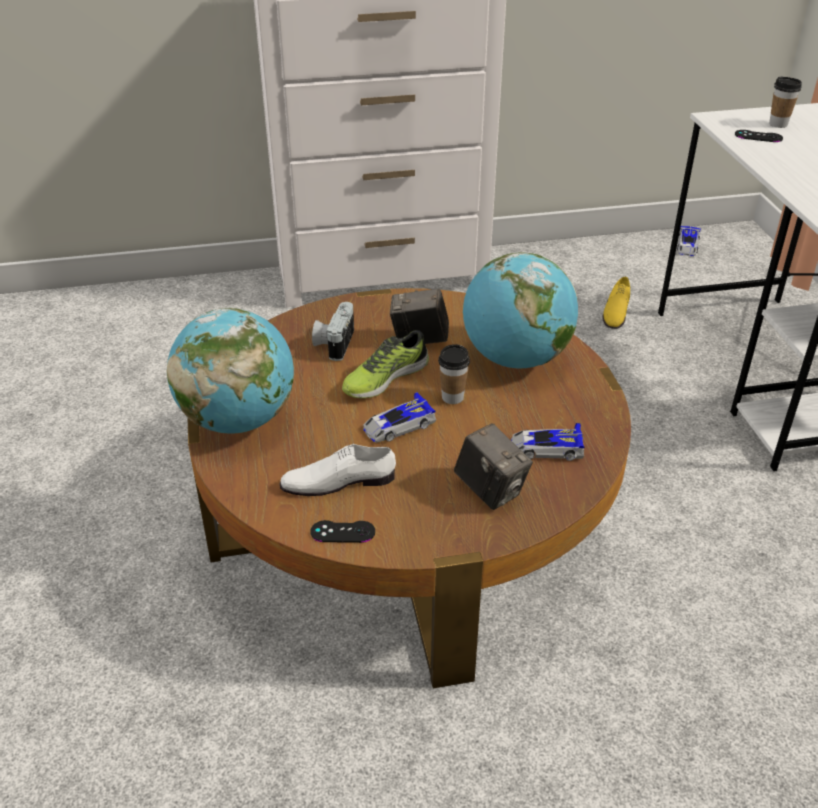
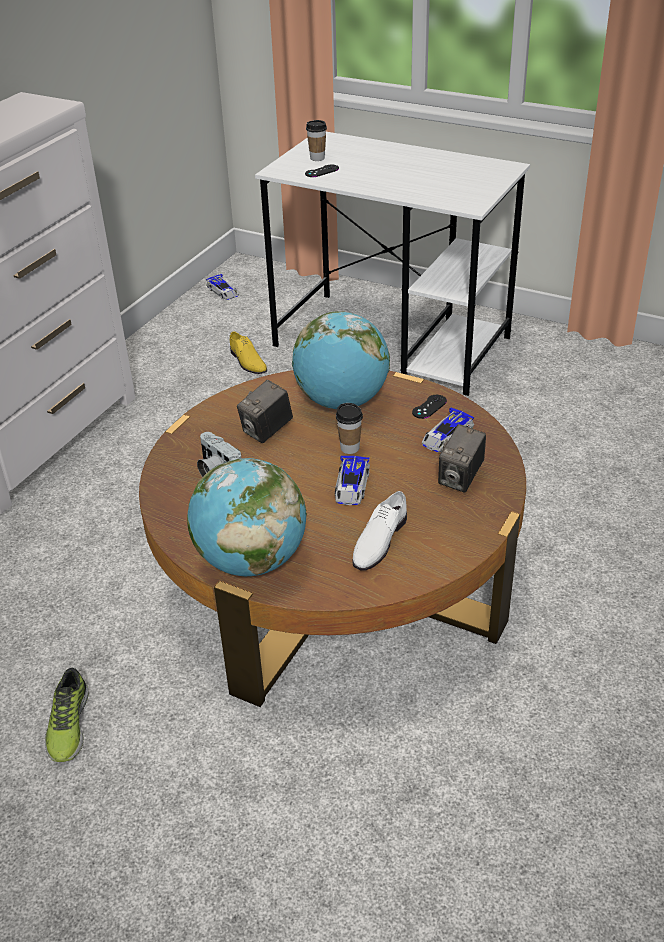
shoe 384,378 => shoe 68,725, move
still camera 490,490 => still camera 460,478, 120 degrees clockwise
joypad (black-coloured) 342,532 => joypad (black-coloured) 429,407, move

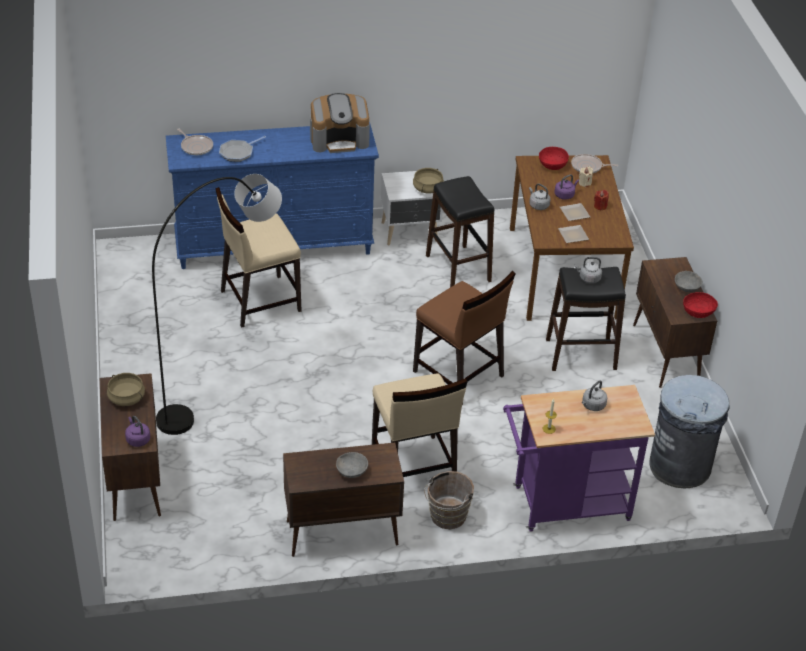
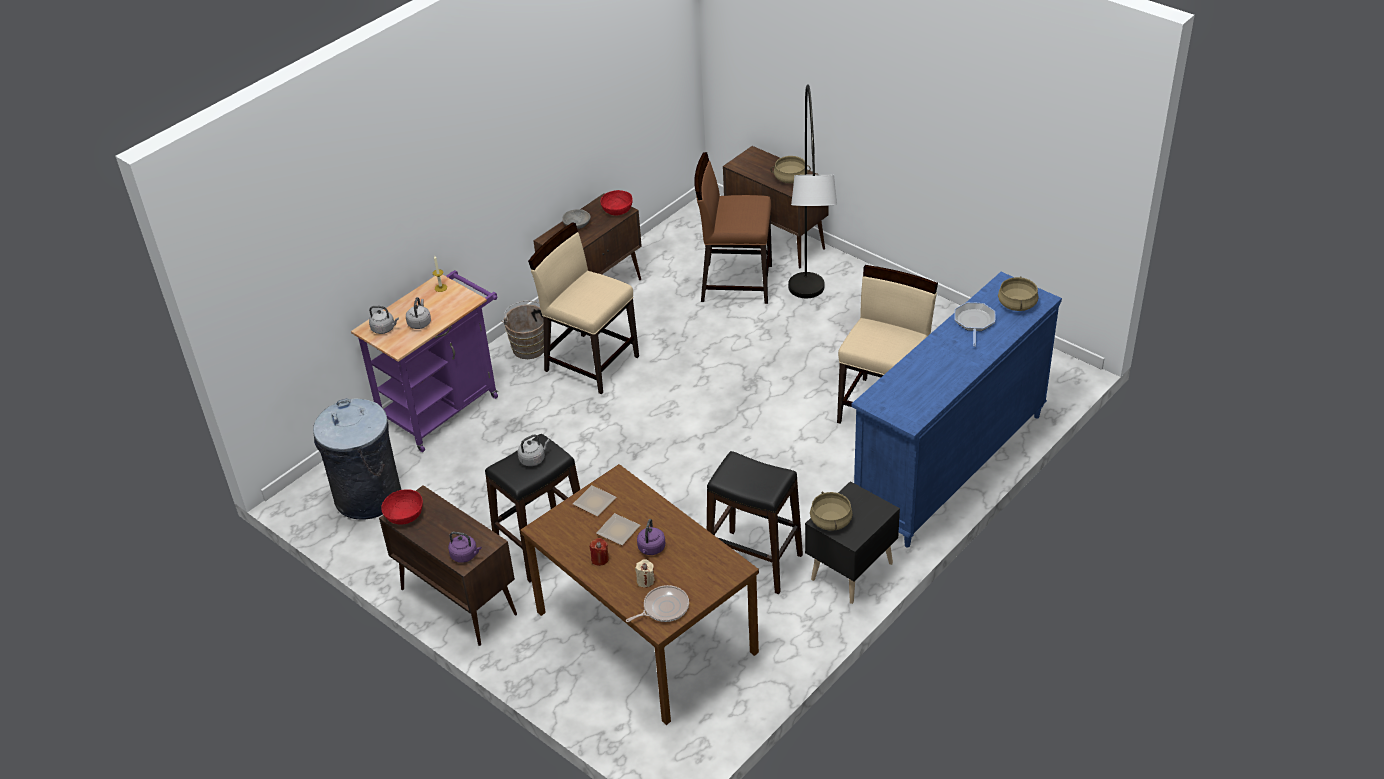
coffee maker 339,139 => nothing
frying pan 196,147 => saucepot (sand-coloured) 1017,304
serving bowl (red-coloured) 552,165 => serving bowl (red-coloured) 617,210, move
nightstand (white-coloured) 410,232 => nightstand (black-coloured) 849,571
water kettle (greyish) 538,205 => water kettle (greyish) 384,329, move
upright chair (brownish) 458,374 => upright chair (brownish) 735,282, move
serving bowl (greyish) 686,287 => nothing
water kettle (purple-coloured) 137,439 => water kettle (purple-coloured) 465,555, move

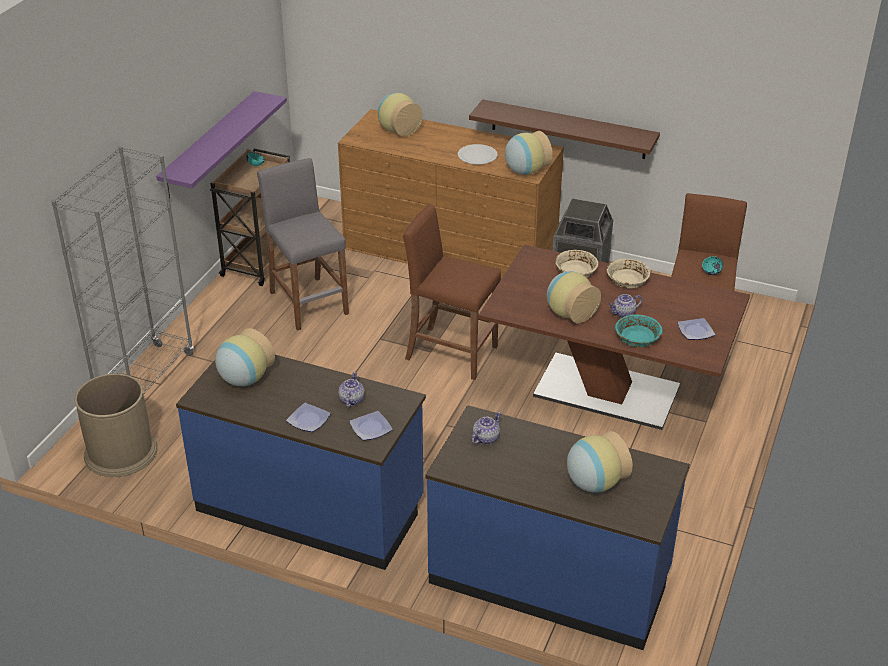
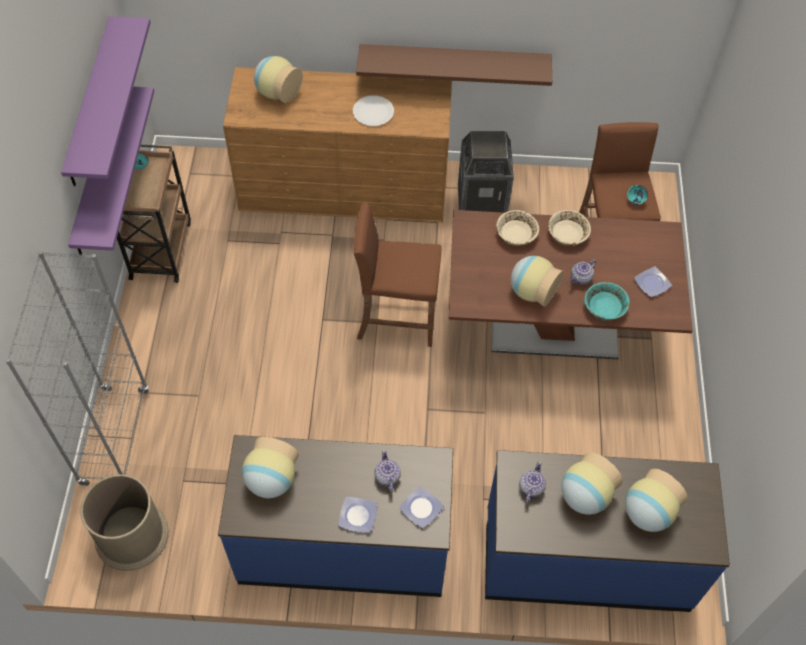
decorative vase 525,171 => decorative vase 584,496, move
sitting stool (greyish) 308,303 => nothing
nothing => bracket shelf (purple-coloured) 90,103

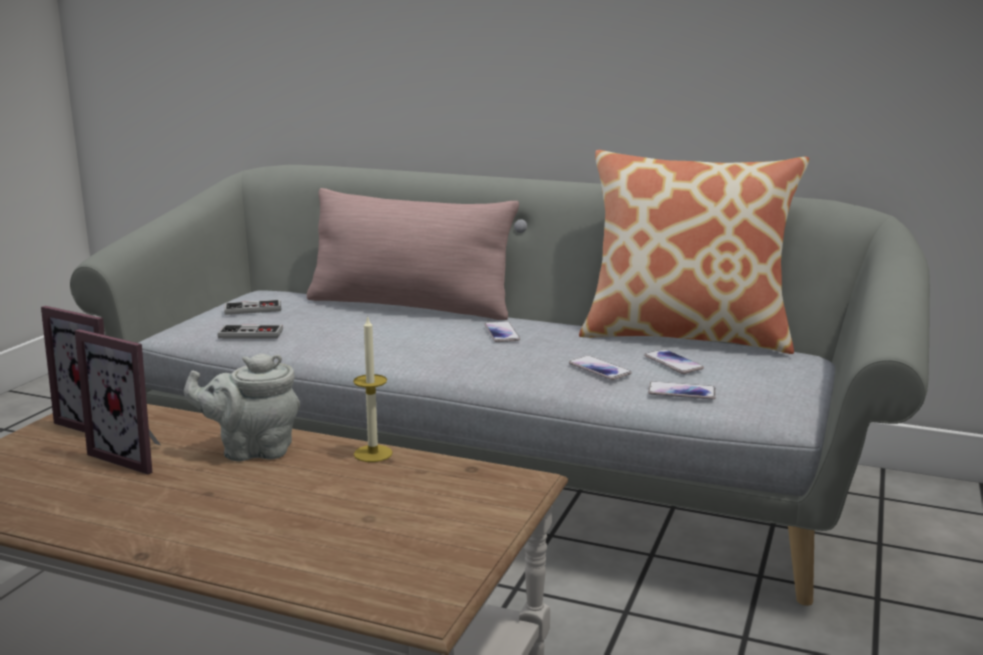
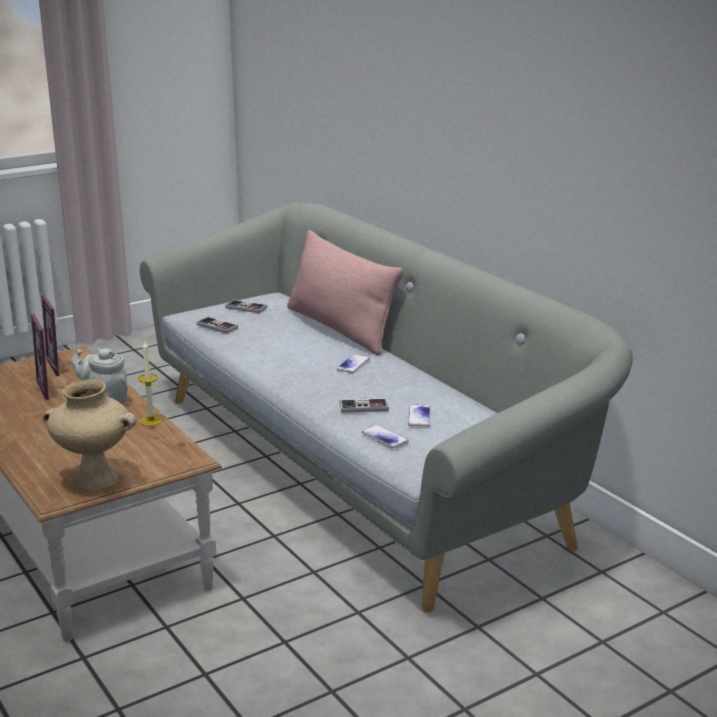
cushion 686,335 => nothing
handset 599,369 => joypad 364,407
nothing => decorative vase (sand-coloured) 94,480

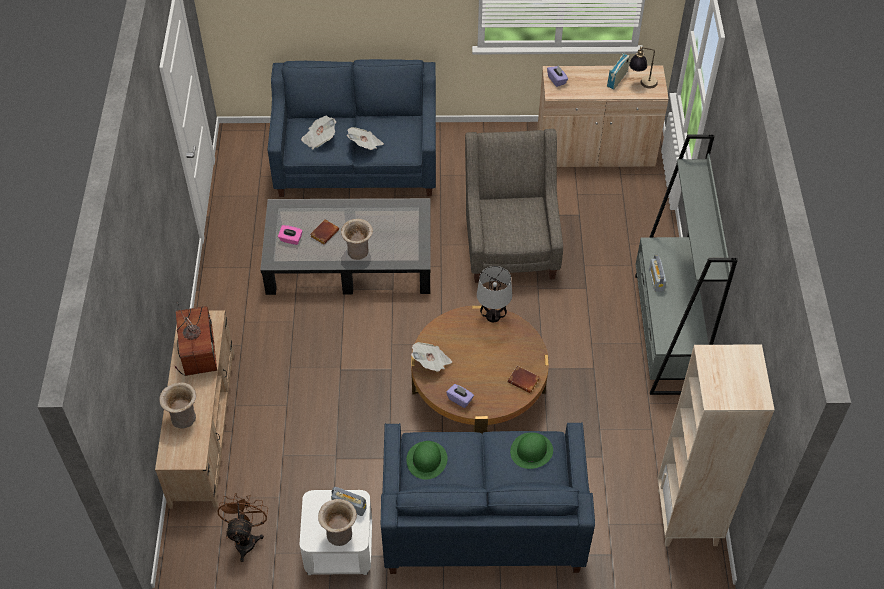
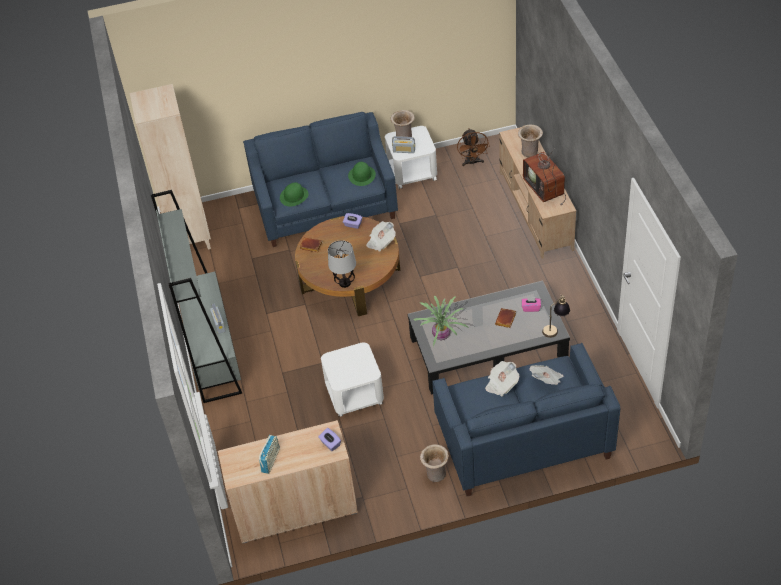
table lamp 641,83 => table lamp 555,328, move
lounge chair (greyish) 510,244 => accent table (white-coloured) 354,394
decorative vase (sand-coloured) 358,252 => decorative vase (sand-coloured) 435,474, move
nothing => houseplant 440,336

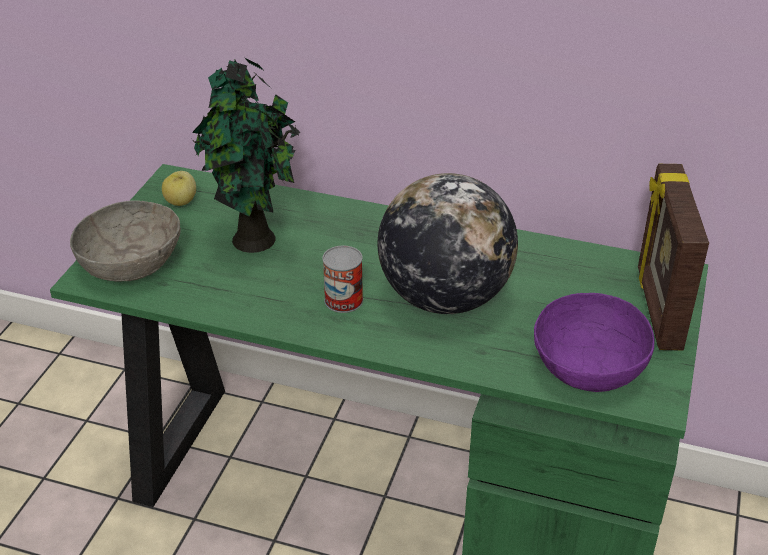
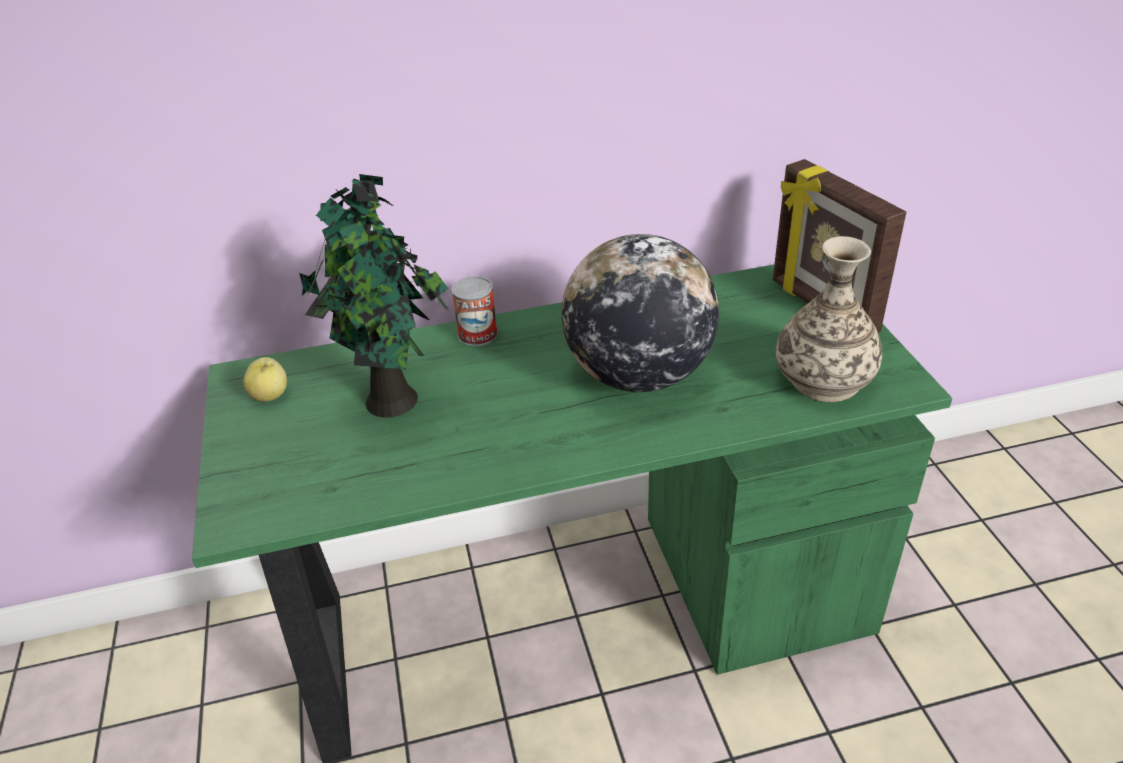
serving bowl (greyish) 131,263 => nothing
sealed can 343,300 => sealed can 477,334, move
serving bowl (purple-coloured) 588,367 => decorative vase 824,380

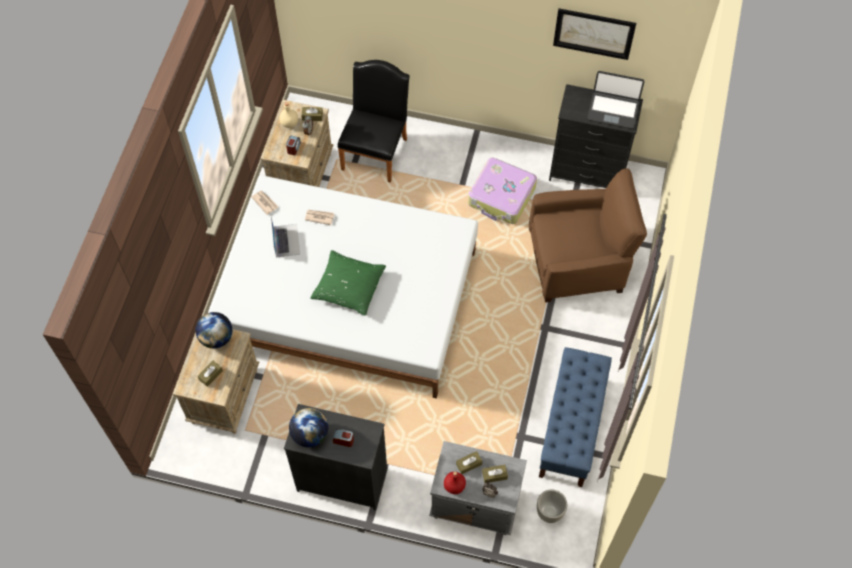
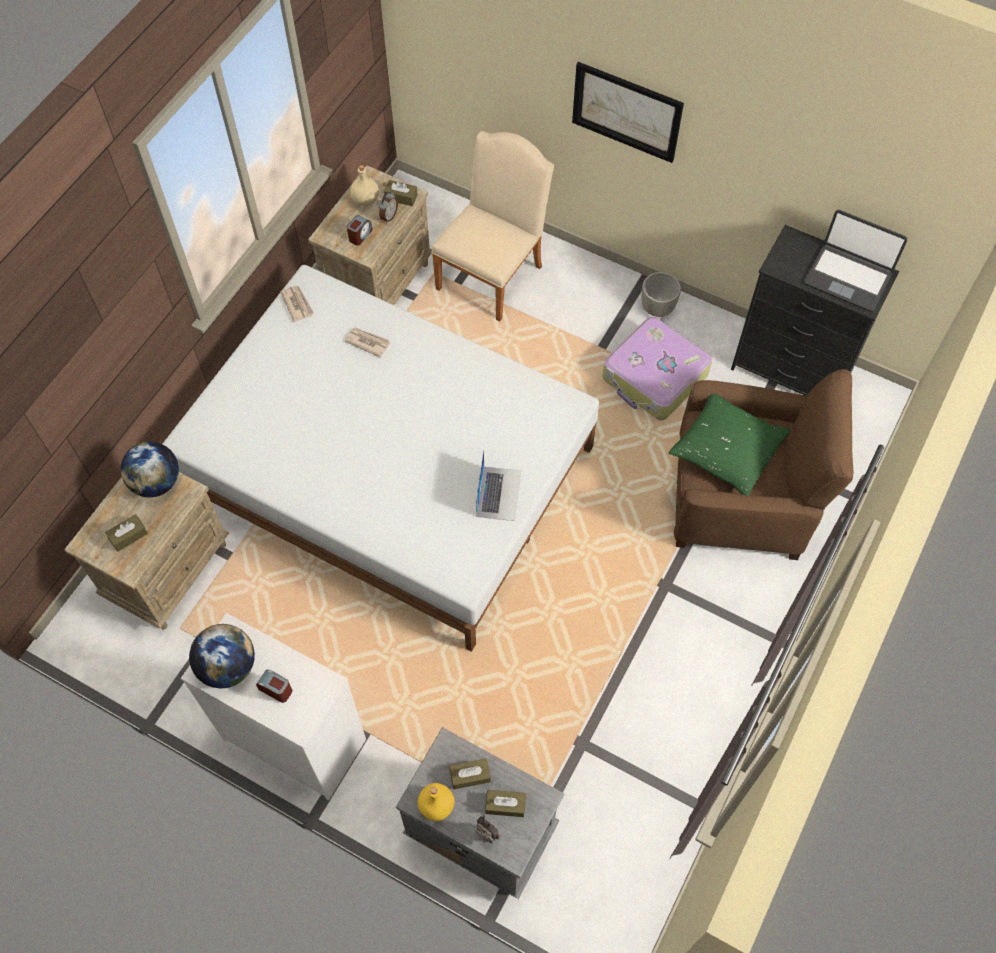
wall picture 594,33 => wall picture 627,111, move
upright chair (black-coloured) 376,150 => upright chair (sand-coloured) 493,272
notebook computer 286,240 => notebook computer 498,493, move
cushion (green-coloured) 348,286 => cushion (green-coloured) 727,449, move
long seat (blue) 571,428 => nothing
drawer chest (black-coloured) 342,479 => drawer chest (white-coloured) 295,738
bottle (red-coloured) 454,486 => bottle (yellowish) 436,805
flower pot (greyish) 550,512 => flower pot (greyish) 658,308, move

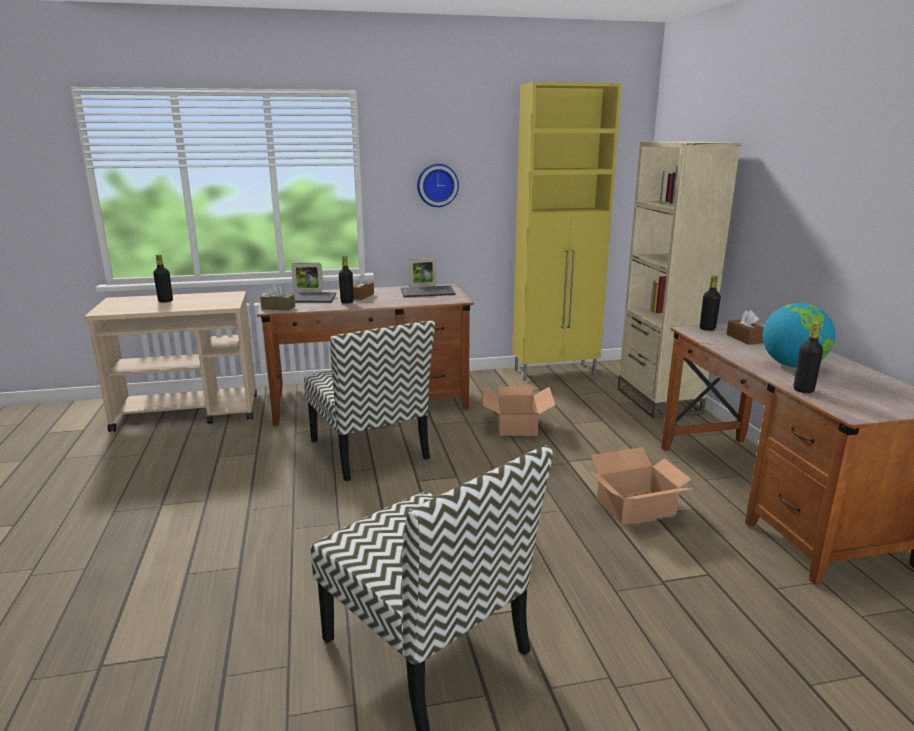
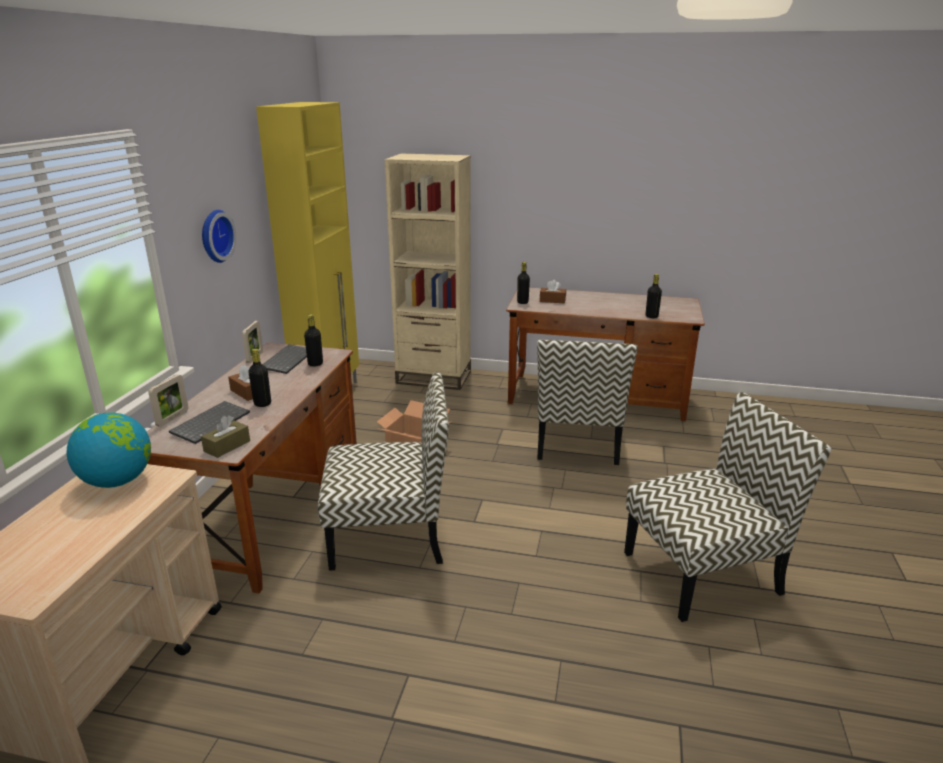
bottle (black-coloured) 165,301 => bottle (black-coloured) 315,364, move
globe 792,365 => globe 118,481, move
carton 634,506 => upright chair 578,441

